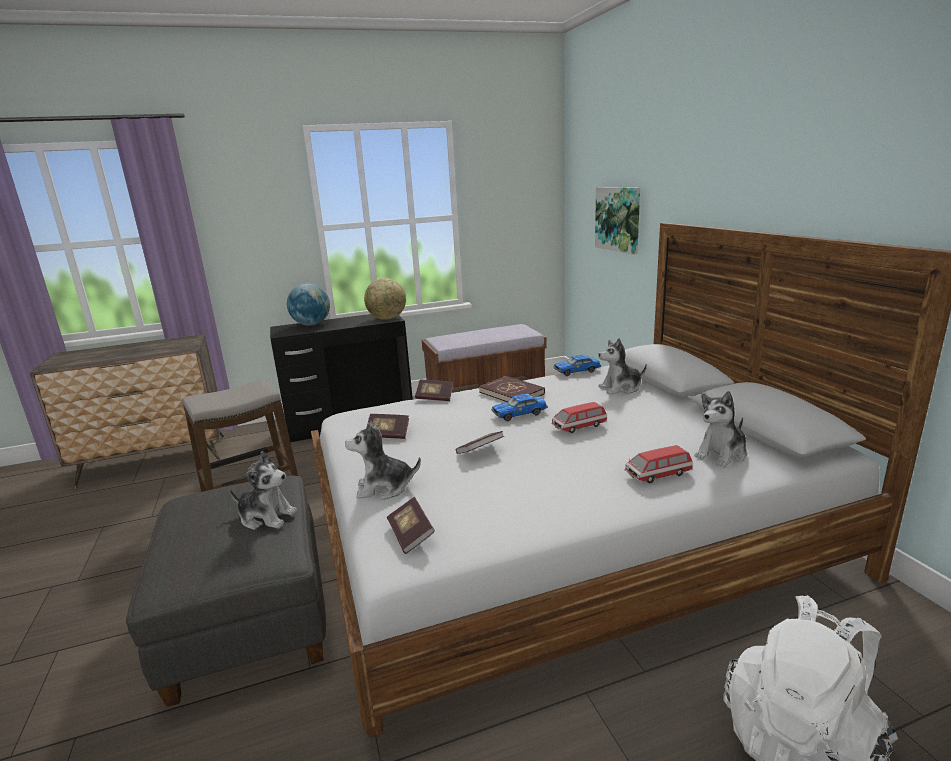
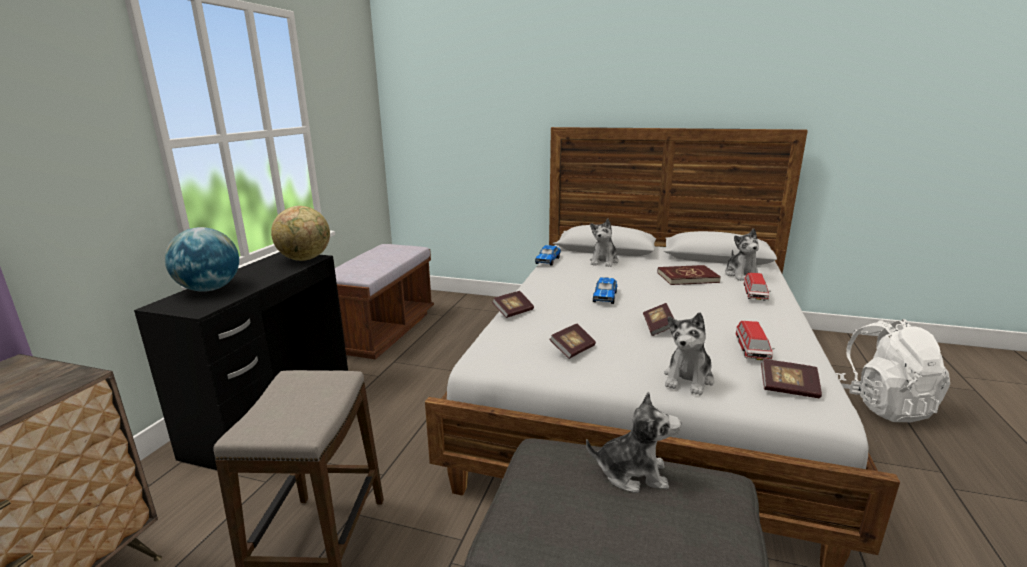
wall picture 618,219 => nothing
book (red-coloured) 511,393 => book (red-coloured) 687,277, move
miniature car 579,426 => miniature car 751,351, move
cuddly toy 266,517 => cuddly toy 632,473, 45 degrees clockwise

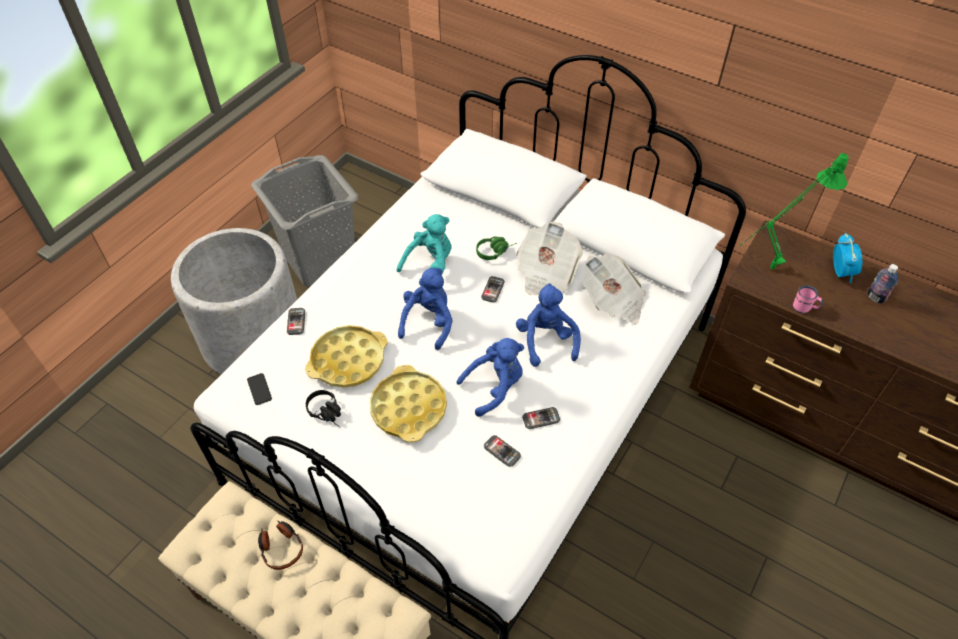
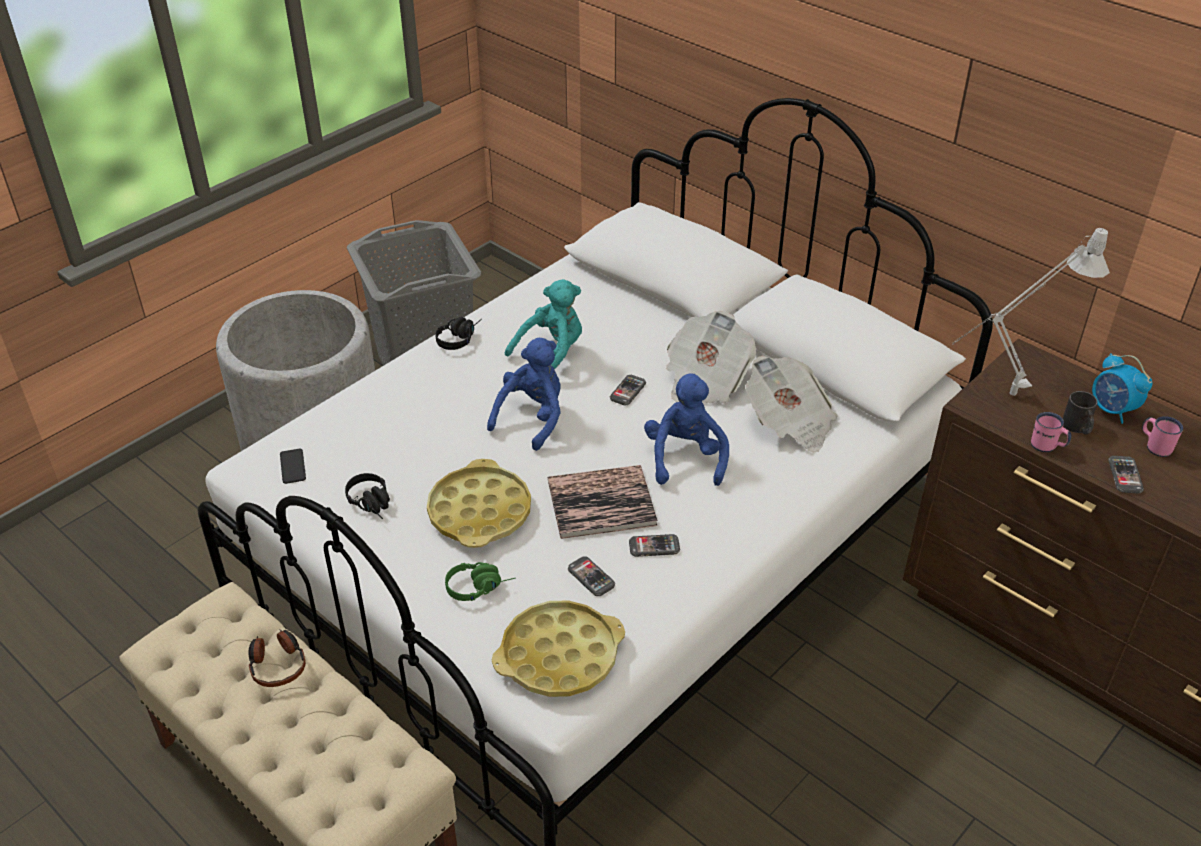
table lamp (green-coloured) 766,271 => table lamp (greyish) 1003,398
table clock 840,272 => table clock 1112,410, 135 degrees clockwise
headset (green-coloured) 495,251 => headset (green-coloured) 480,586, move
bottle 875,298 => mug (pink-coloured) 1155,446
handset 296,322 => handset 1125,476, move
carrying tray (yellowish) 348,361 => carrying tray (yellowish) 559,656, move
cuddly toy (blue) 495,387 => book 601,502
nothing => headset (black-coloured) 460,338
nothing => mug (black-coloured) 1078,428

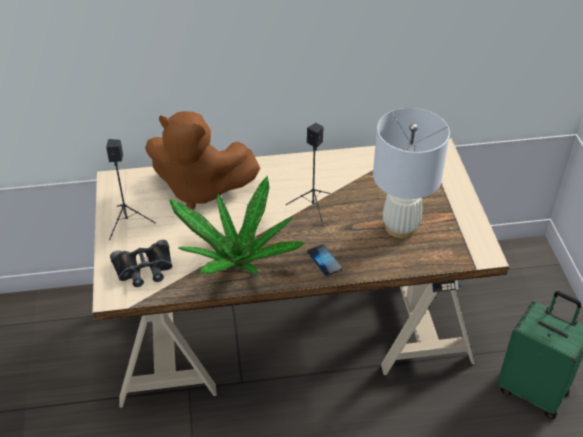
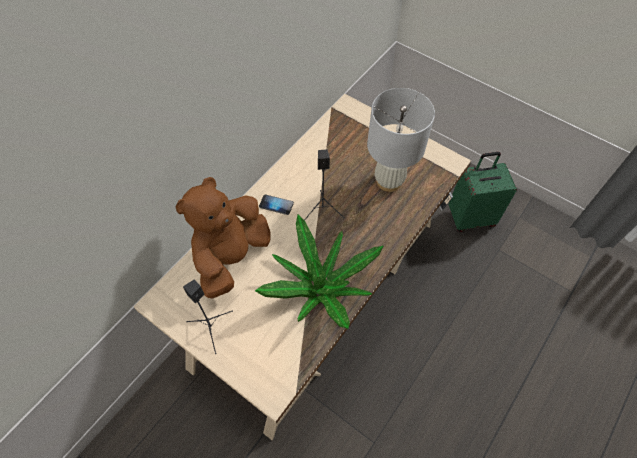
cuddly toy (brownish) 200,189 => cuddly toy (brownish) 231,256, 150 degrees clockwise
field glasses (black-coloured) 144,268 => nothing
handset 324,261 => handset 276,205, move

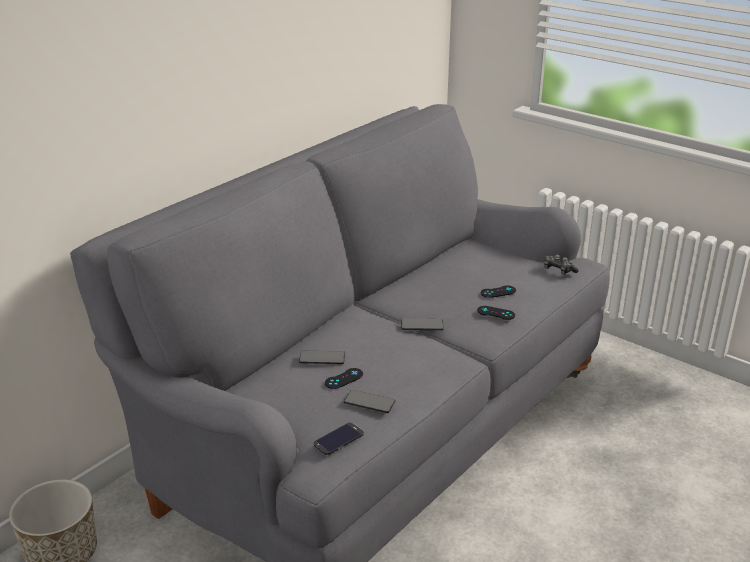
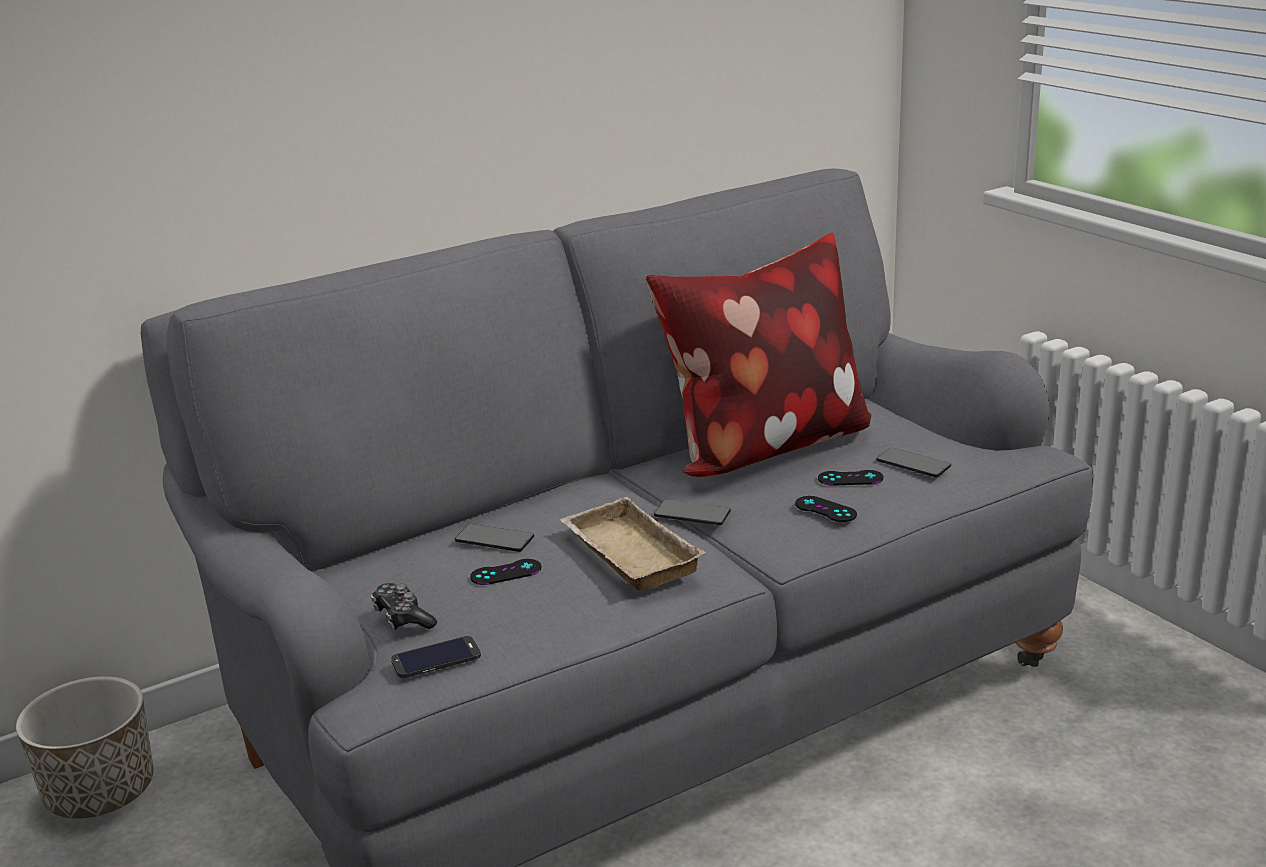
joypad 558,270 => joypad 403,618, move
handset 369,402 => handset 913,464, move
nothing => cushion 763,447
nothing => carrying tray (sand-coloured) 626,554

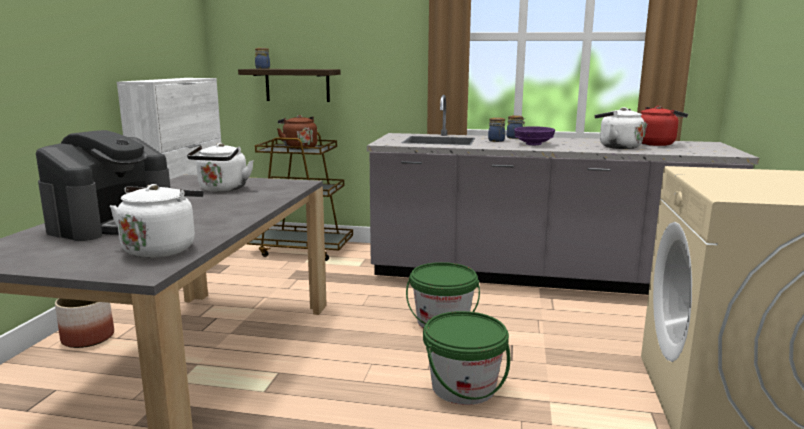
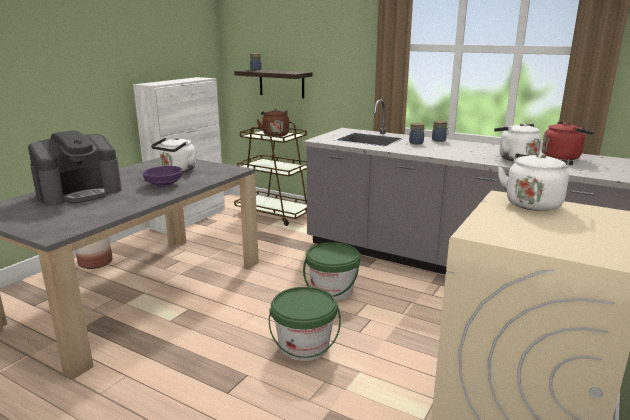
serving bowl (purple-coloured) 533,144 => serving bowl (purple-coloured) 164,185, move
water kettle (white-coloured) 161,249 => water kettle (white-coloured) 533,203, move

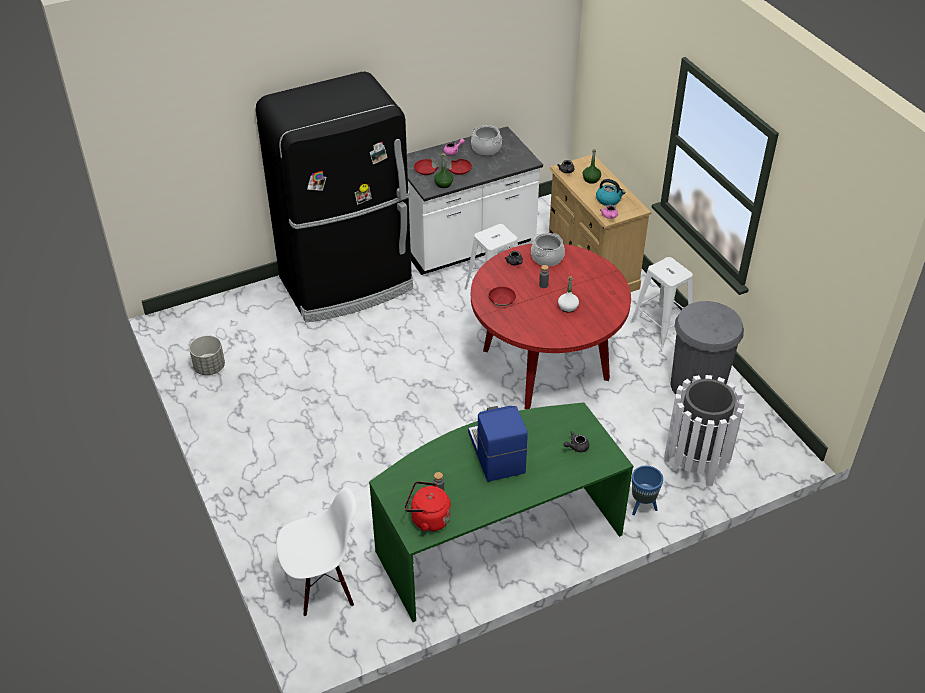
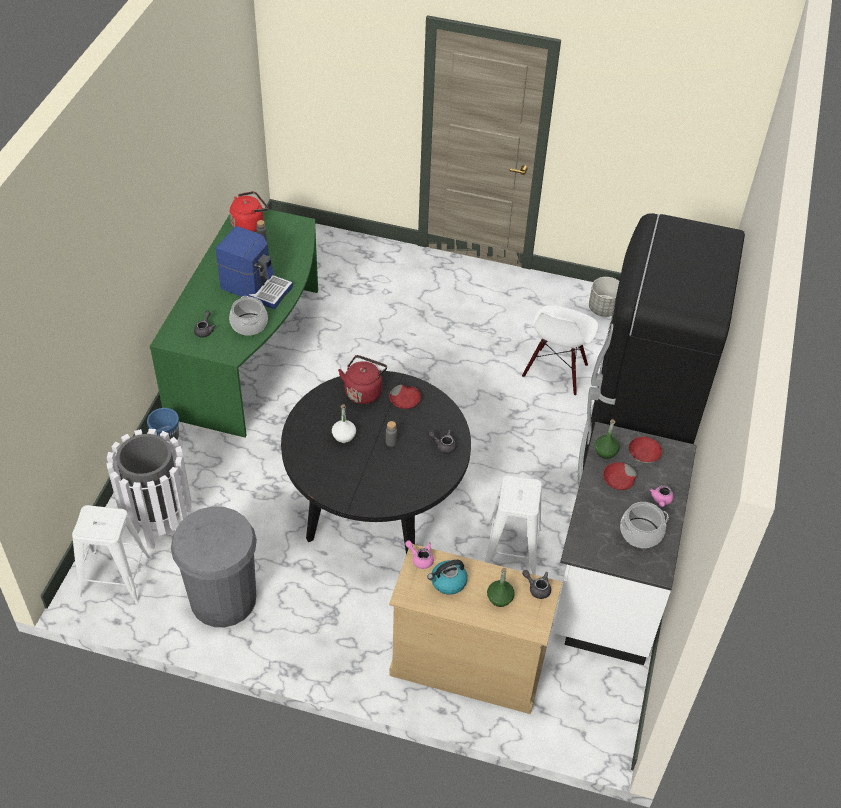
saucepot 547,258 => saucepot 249,324, move
dining table (red-coloured) 545,364 => dining table (black-coloured) 376,510
sitting stool (white-coloured) 661,326 => sitting stool (white-coloured) 116,577, move
upright chair (white-coloured) 322,585 => upright chair (white-coloured) 555,372, move
nothing => water kettle (red-coloured) 363,391

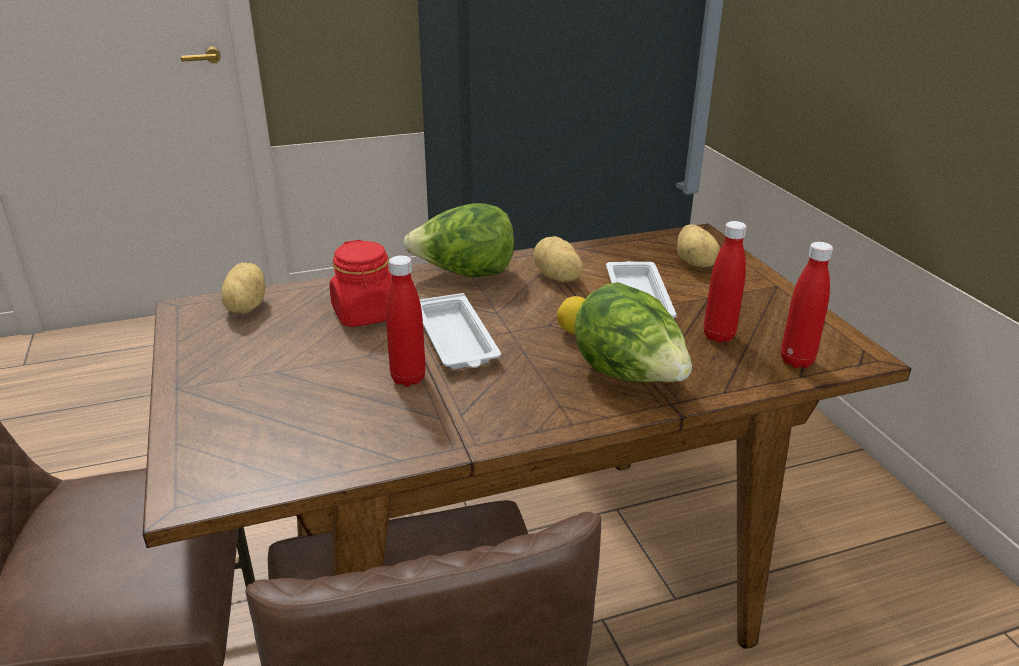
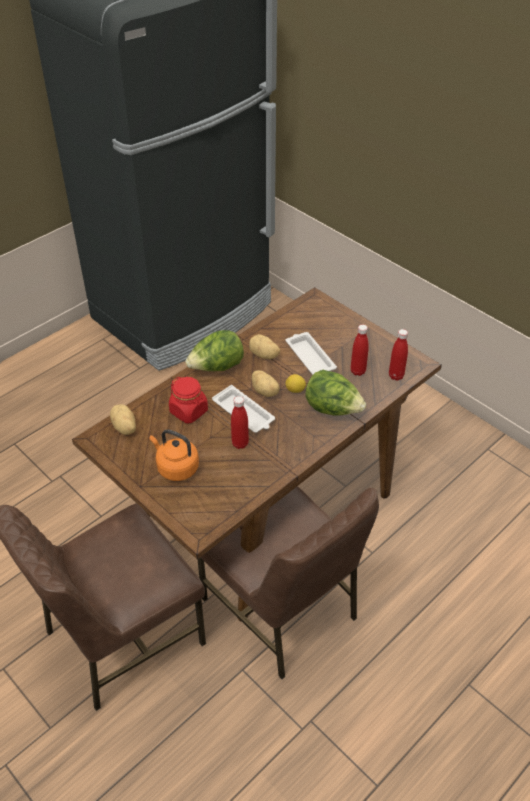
whole potato 696,263 => whole potato 265,391, move
nothing => water kettle (orange-coloured) 176,467

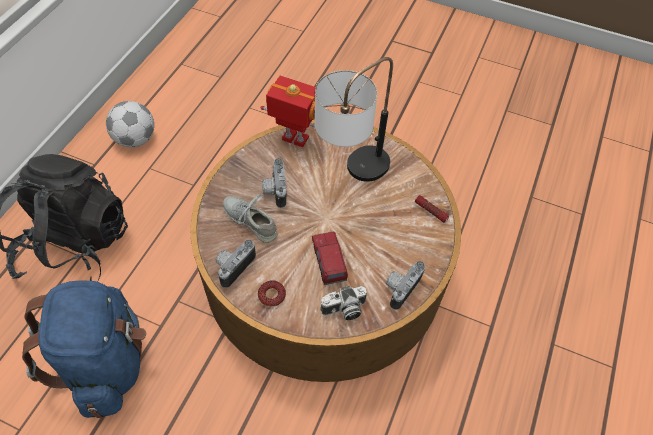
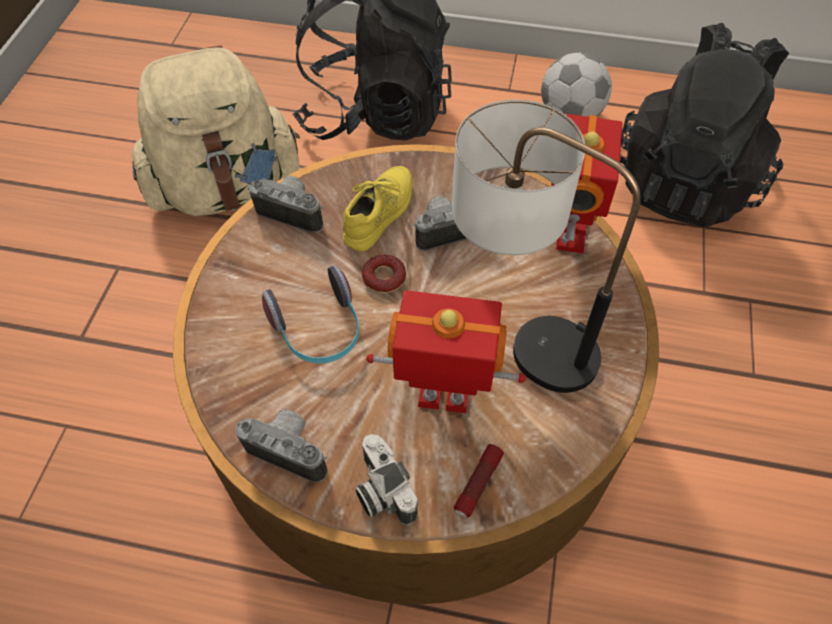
shoe (greyish) 250,221 => shoe (yellowish) 380,213
model truck 328,264 => headset 319,331
rucksack (blue) 107,362 => rucksack (sand-coloured) 226,189
doughnut 272,295 => doughnut 384,277, move
still camera 344,310 => still camera 381,491, move
nothing => rucksack (black-coloured) 685,181
nothing => model robot 443,399

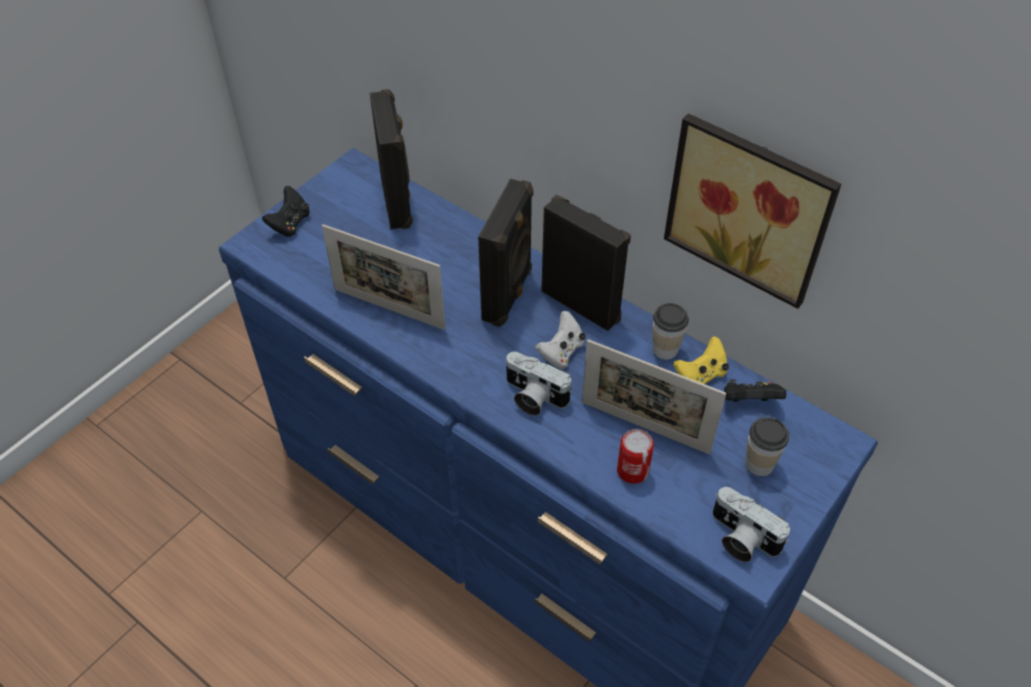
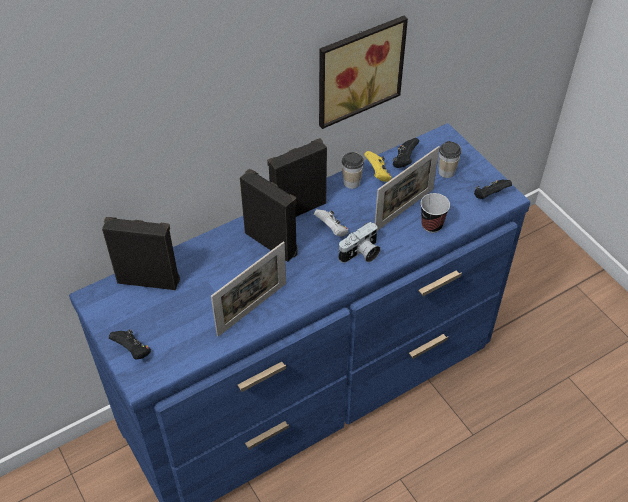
sealed can 632,470 => small cup 431,225
still camera 740,538 => joypad (black-coloured) 489,196

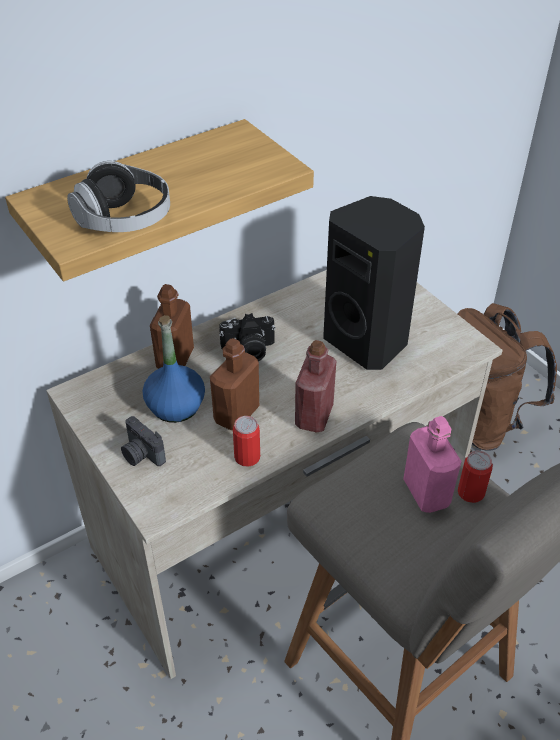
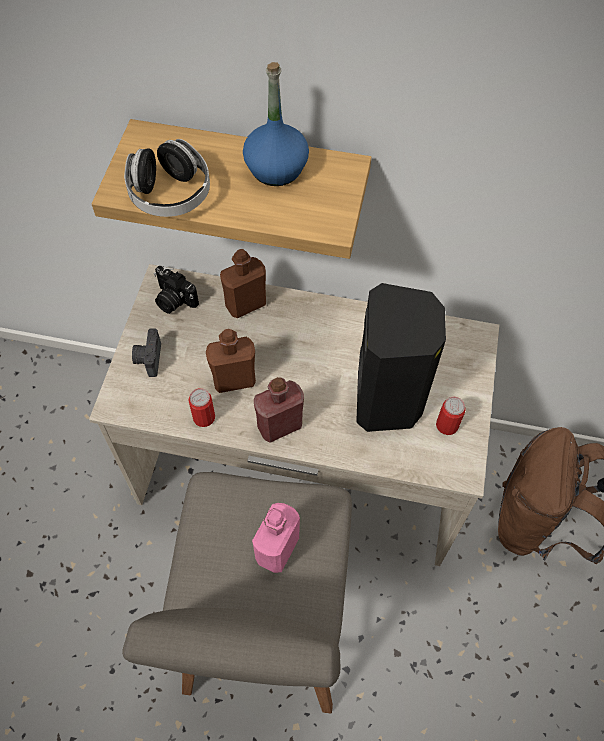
still camera 248,350 => still camera 173,300, move
bottle (blue) 175,406 => bottle (blue) 276,169, move
sealed can 470,492 => sealed can 447,425, move

